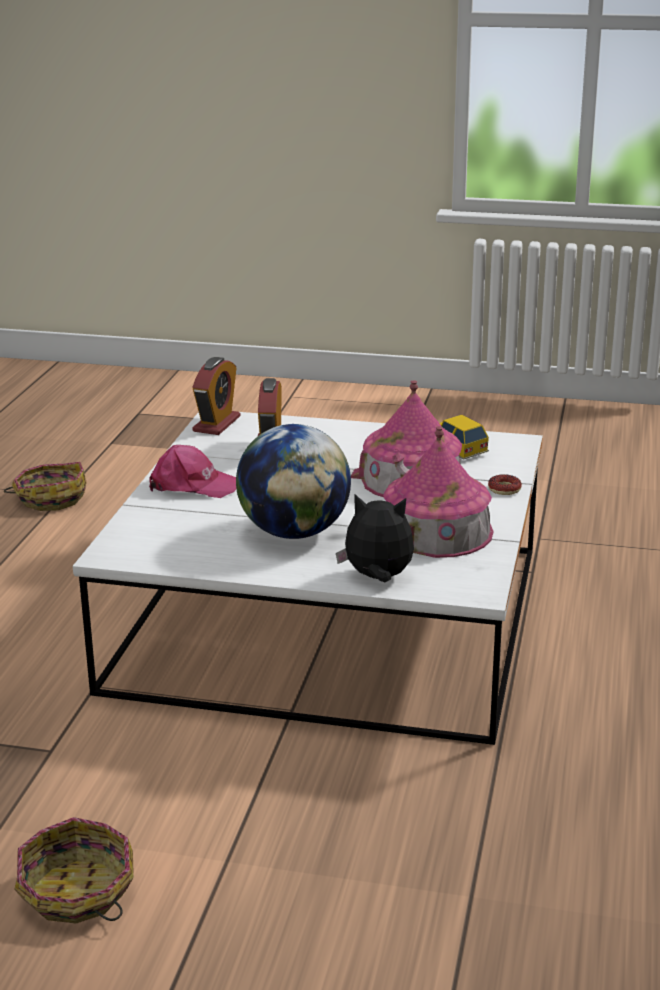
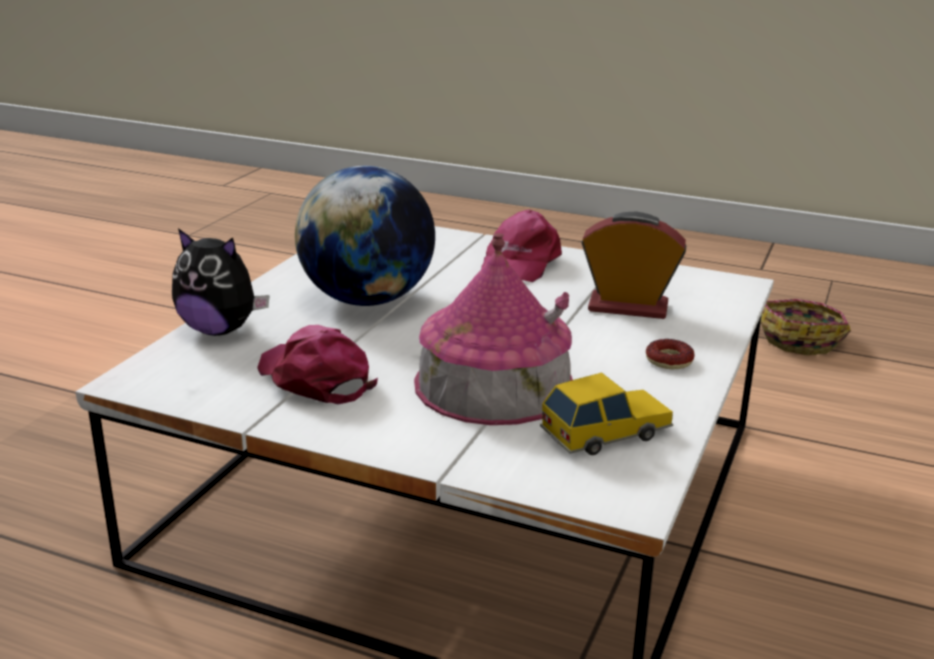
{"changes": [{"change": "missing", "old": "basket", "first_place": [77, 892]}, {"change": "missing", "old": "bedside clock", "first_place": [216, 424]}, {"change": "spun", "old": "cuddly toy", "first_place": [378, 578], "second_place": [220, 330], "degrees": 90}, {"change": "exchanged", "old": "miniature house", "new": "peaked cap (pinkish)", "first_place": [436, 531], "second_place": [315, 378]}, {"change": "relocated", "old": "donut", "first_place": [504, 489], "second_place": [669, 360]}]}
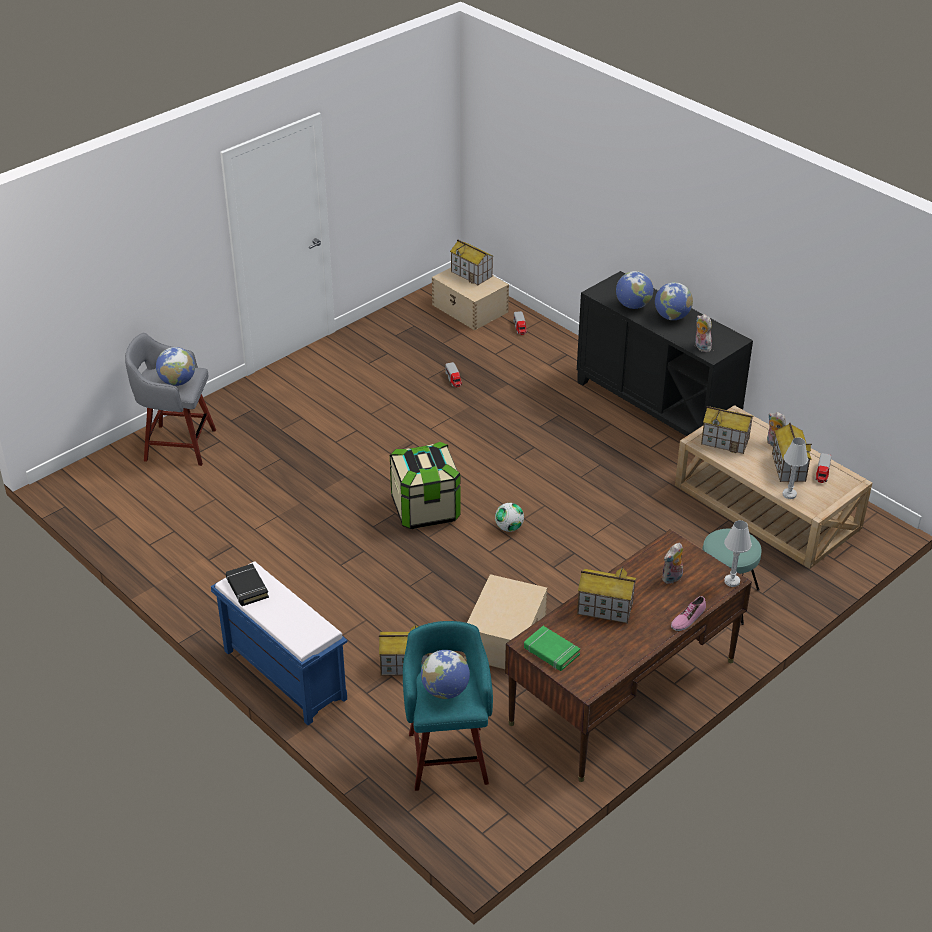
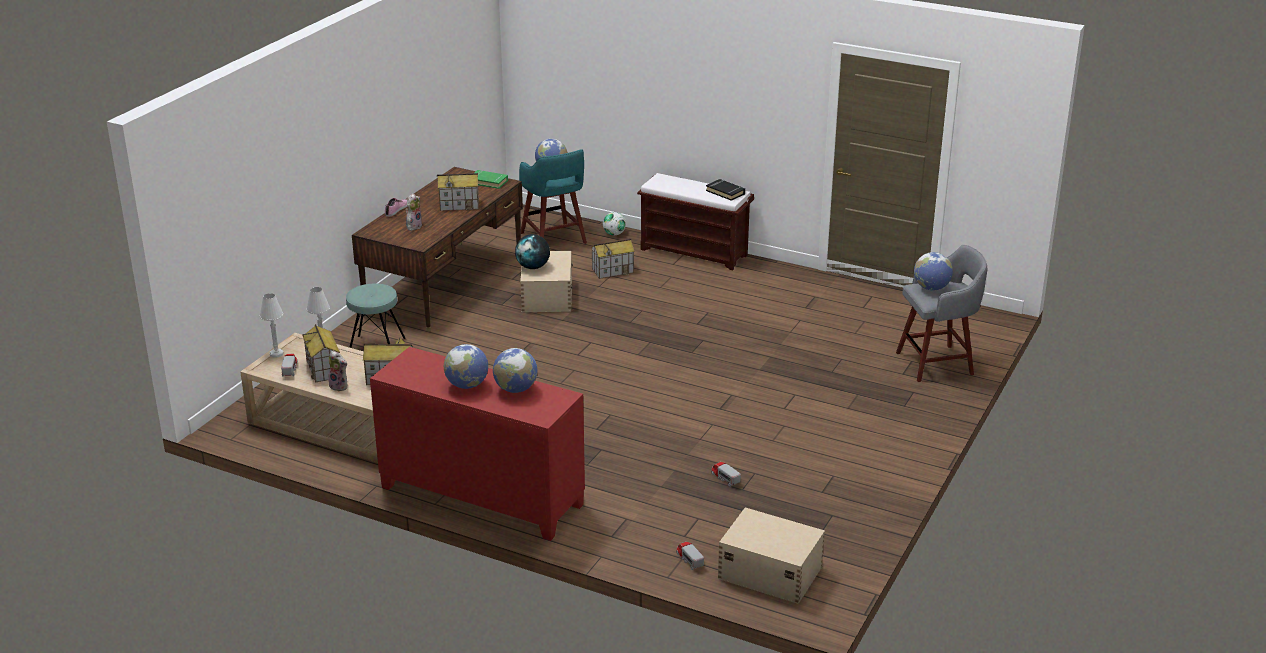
{"changes": [{"change": "colour", "old": "bench (blue)", "new": "bench (brown)", "first_place": [283, 674], "second_place": [695, 252]}, {"change": "missing", "old": "storage box", "first_place": [425, 509]}, {"change": "missing", "old": "miniature house", "first_place": [472, 274]}, {"change": "relocated", "old": "football", "first_place": [509, 528], "second_place": [614, 234]}, {"change": "colour", "old": "cupboard (black)", "new": "cupboard (reddish)", "first_place": [656, 406], "second_place": [481, 496]}, {"change": "missing", "old": "cuddly toy", "first_place": [701, 347]}, {"change": "relocated", "old": "table lamp (white)", "first_place": [732, 581], "second_place": [276, 354]}, {"change": "appeared", "new": "world globe", "second_place": [533, 267]}]}
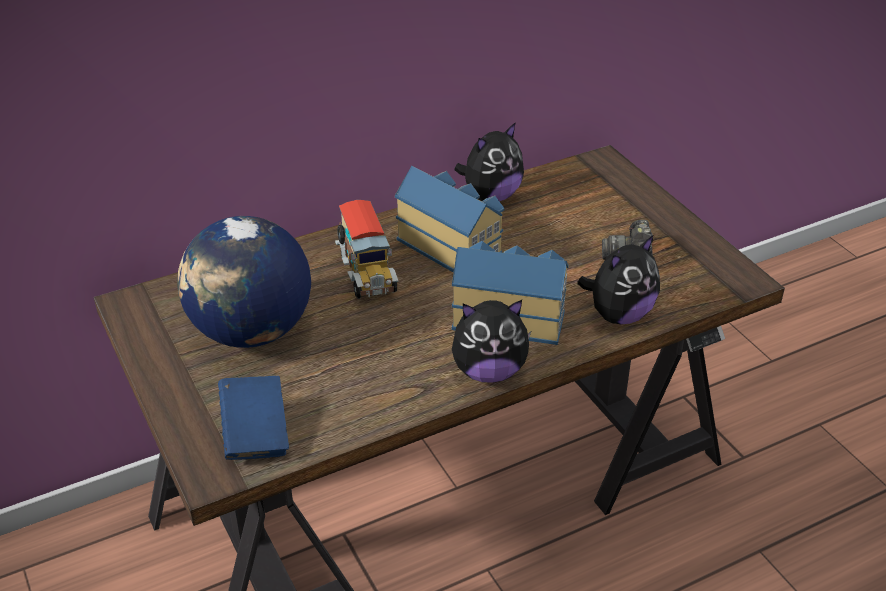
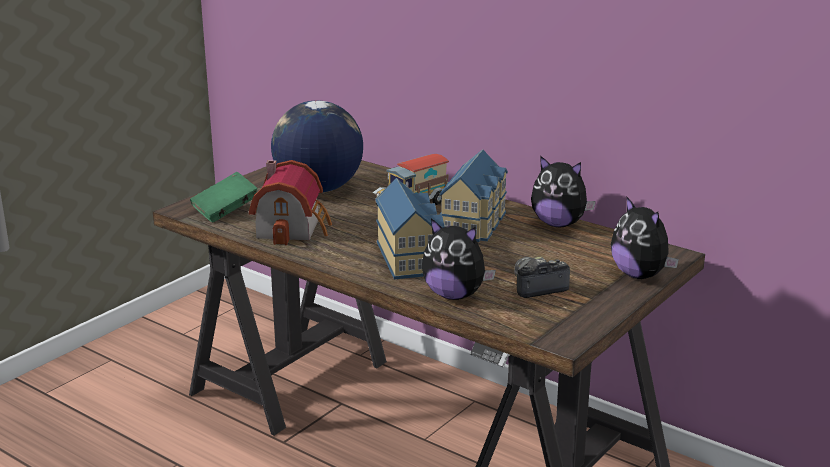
{"changes": [{"change": "colour", "old": "bound book (blue)", "new": "bound book (green-coloured)", "first_place": [255, 433], "second_place": [225, 211]}, {"change": "relocated", "old": "cuddly toy", "first_place": [489, 371], "second_place": [640, 275]}, {"change": "appeared", "new": "miniature house", "second_place": [293, 227]}]}
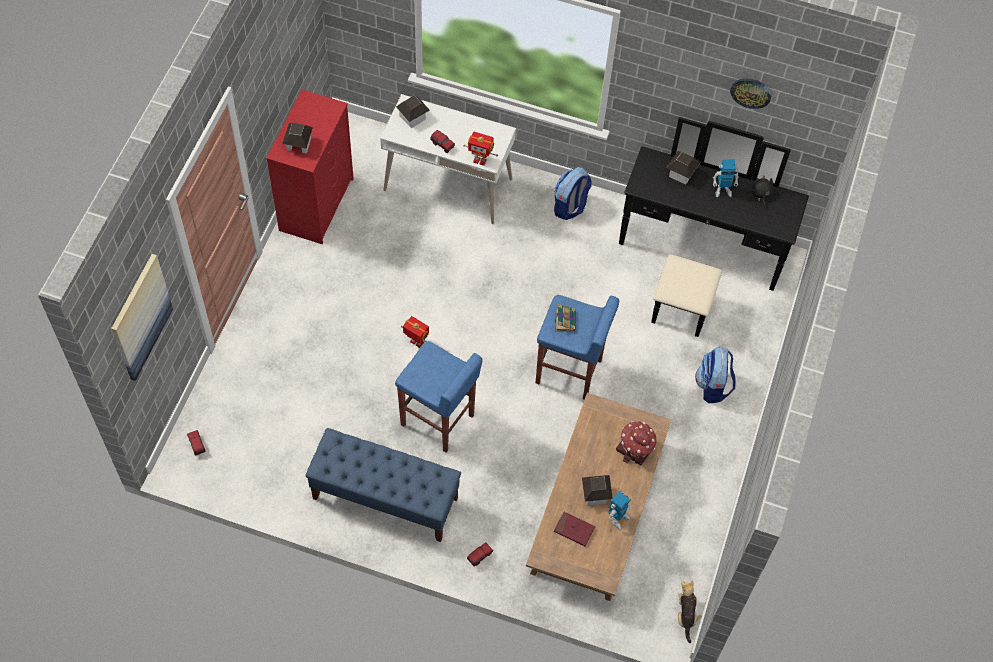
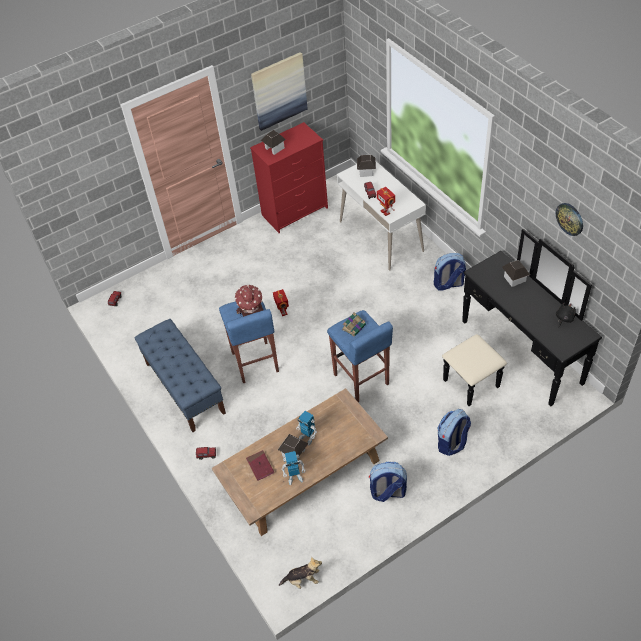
{"changes": [{"change": "relocated", "old": "picture", "first_place": [140, 317], "second_place": [279, 91]}, {"change": "relocated", "old": "miniature house", "first_place": [635, 448], "second_place": [251, 309]}, {"change": "spun", "old": "cuddly toy", "first_place": [686, 615], "second_place": [302, 579], "degrees": 45}, {"change": "relocated", "old": "robot figure", "first_place": [723, 190], "second_place": [307, 437]}, {"change": "appeared", "new": "backpack", "second_place": [387, 492]}]}
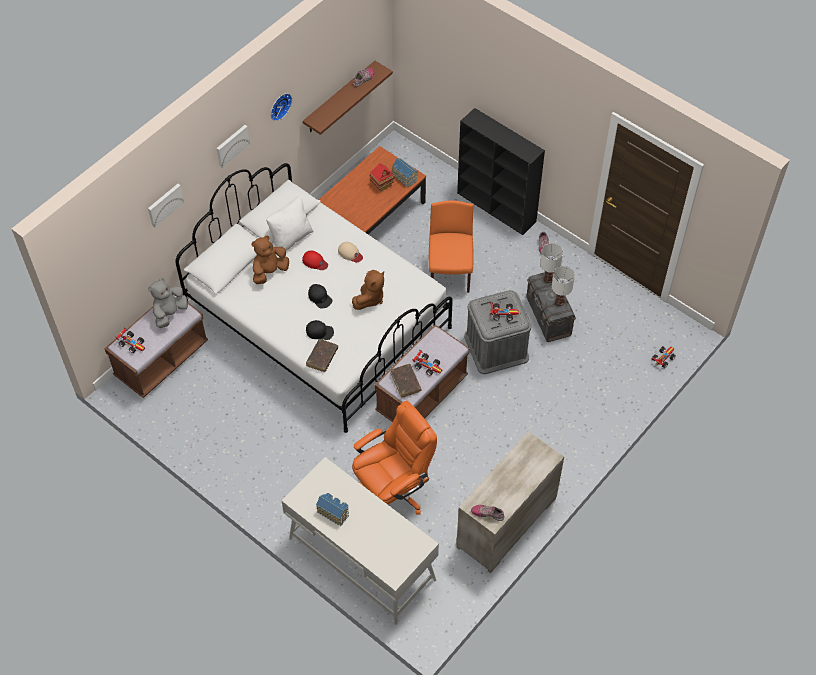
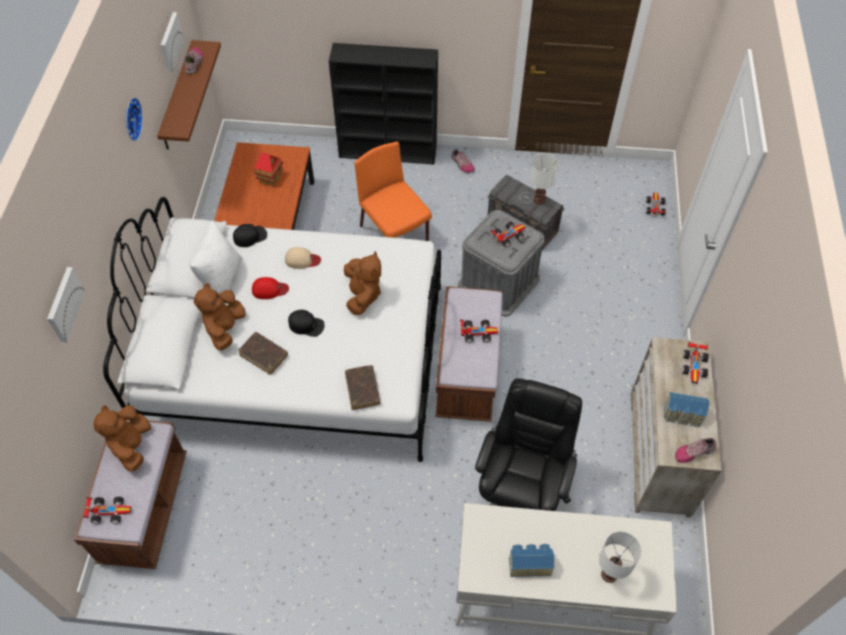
{"changes": [{"change": "colour", "old": "cuddly toy (greyish)", "new": "cuddly toy (brown)", "first_place": [169, 313], "second_place": [132, 445]}, {"change": "relocated", "old": "picture", "first_place": [232, 145], "second_place": [170, 41]}, {"change": "relocated", "old": "peaked cap (black)", "first_place": [320, 332], "second_place": [250, 236]}, {"change": "colour", "old": "computer chair (orange)", "new": "computer chair (black)", "first_place": [393, 489], "second_place": [521, 491]}, {"change": "relocated", "old": "bound book (brown)", "first_place": [405, 382], "second_place": [264, 355]}, {"change": "relocated", "old": "miniature house", "first_place": [404, 178], "second_place": [683, 415]}, {"change": "relocated", "old": "table lamp (white)", "first_place": [549, 279], "second_place": [610, 574]}, {"change": "appeared", "new": "toy car", "second_place": [695, 366]}]}
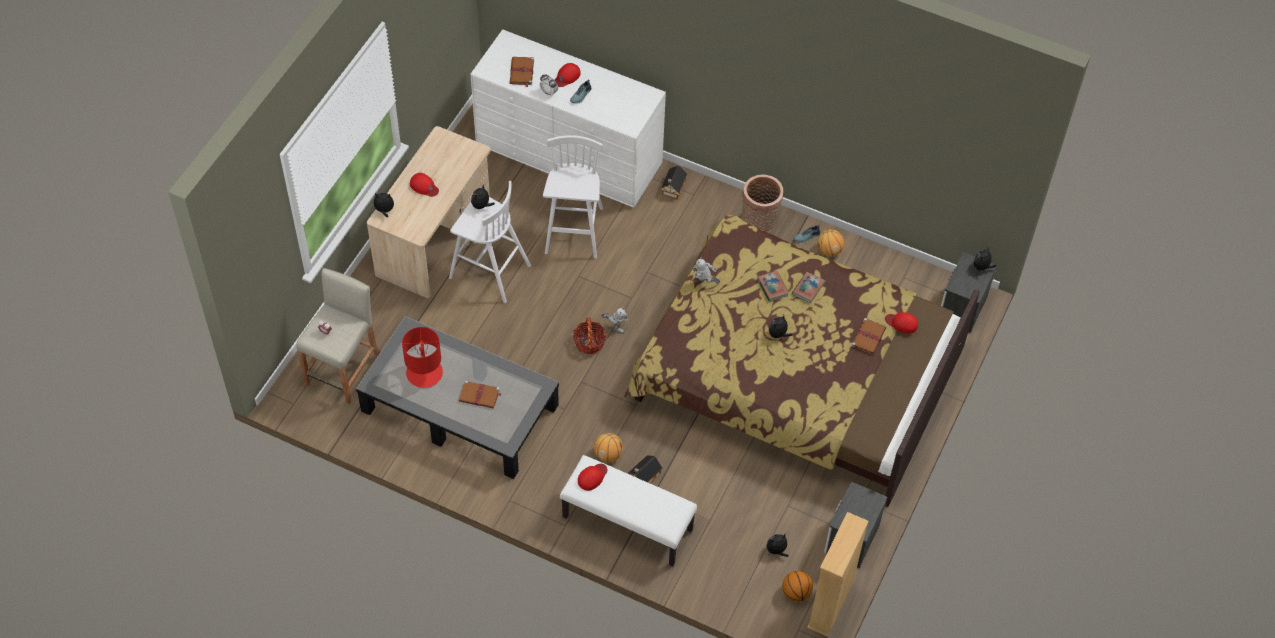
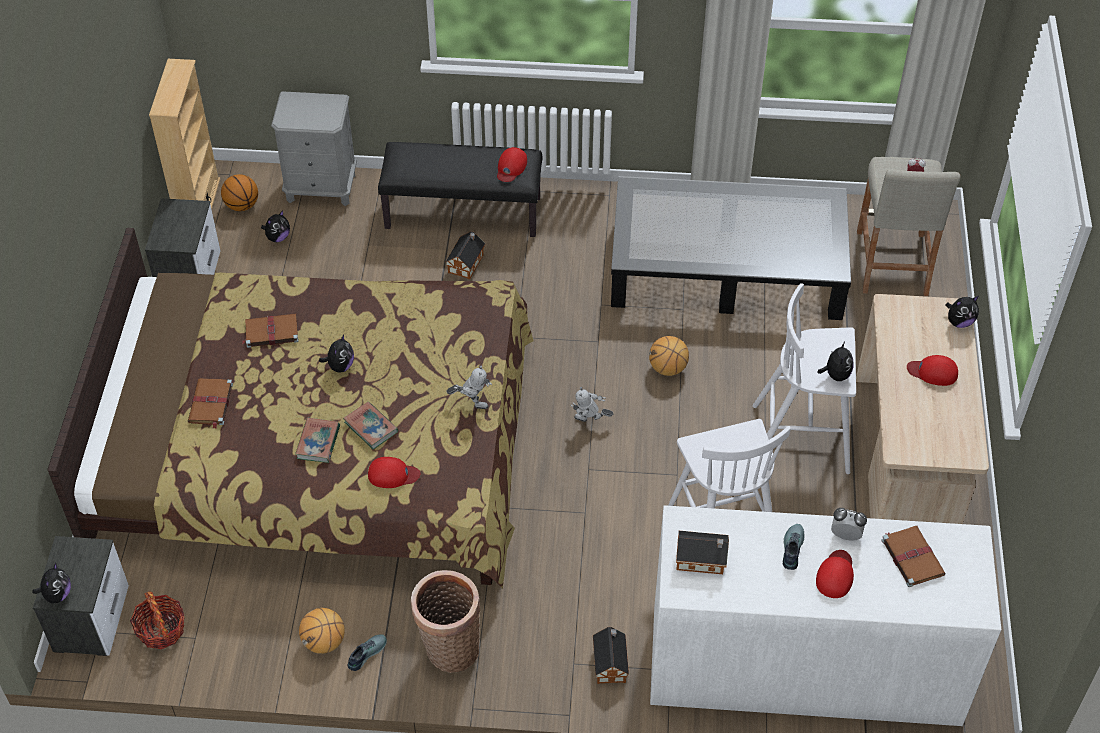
{"changes": [{"change": "missing", "old": "table lamp (reddish)", "first_place": [424, 372]}, {"change": "relocated", "old": "bound book (brown)", "first_place": [480, 395], "second_place": [270, 332]}, {"change": "colour", "old": "bench (white)", "new": "bench (black)", "first_place": [626, 524], "second_place": [463, 212]}, {"change": "relocated", "old": "basket", "first_place": [589, 342], "second_place": [161, 630]}, {"change": "relocated", "old": "basketball", "first_place": [608, 454], "second_place": [668, 368]}, {"change": "relocated", "old": "peaked cap (reddish)", "first_place": [901, 323], "second_place": [393, 475]}, {"change": "appeared", "new": "bedside table (greyish)", "second_place": [321, 187]}, {"change": "appeared", "new": "miniature house", "second_place": [702, 560]}]}
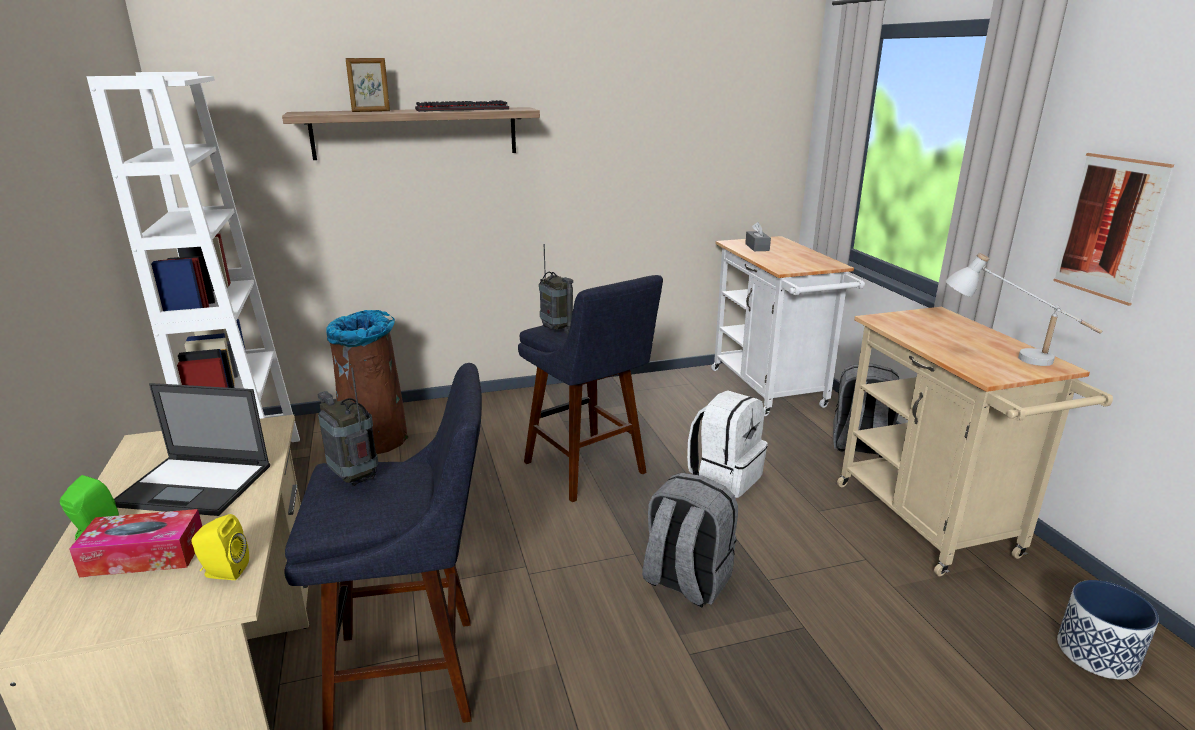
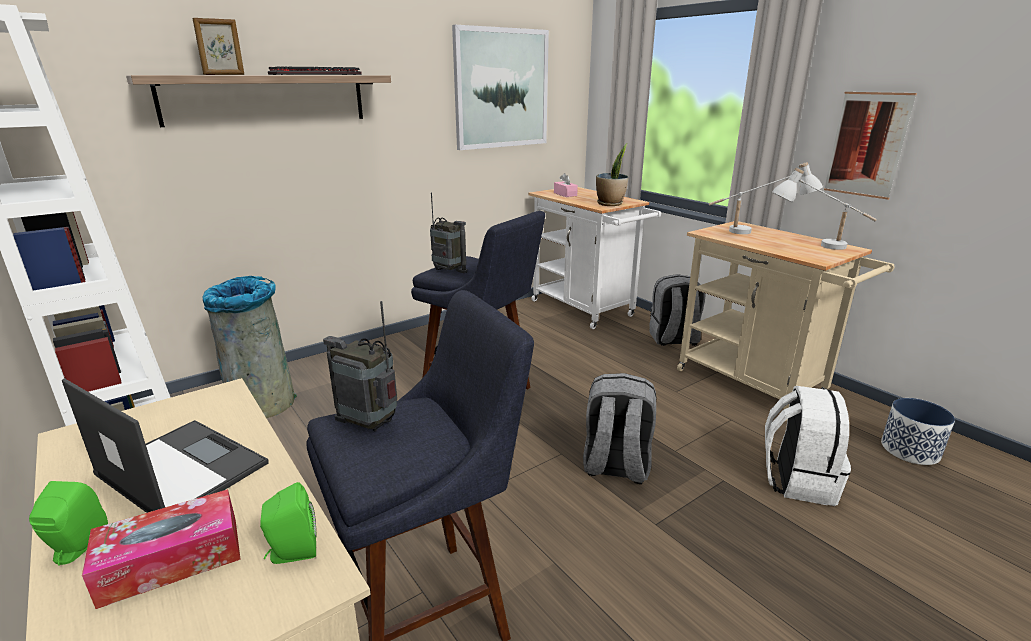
{"changes": [{"change": "spun", "old": "portable computer", "first_place": [196, 485], "second_place": [180, 469], "degrees": -135}, {"change": "colour", "old": "speaker (yellow)", "new": "speaker (green-coloured)", "first_place": [223, 572], "second_place": [292, 552]}, {"change": "colour", "old": "waste bin (brown)", "new": "waste bin (greyish)", "first_place": [375, 438], "second_place": [261, 402]}, {"change": "relocated", "old": "backpack (white)", "first_place": [725, 477], "second_place": [797, 480]}, {"change": "colour", "old": "box of tissues (greyish)", "new": "box of tissues (pinkish)", "first_place": [757, 247], "second_place": [565, 194]}, {"change": "appeared", "new": "picture", "second_place": [501, 89]}, {"change": "appeared", "new": "potted plant", "second_place": [610, 204]}, {"change": "appeared", "new": "table lamp (white)", "second_place": [756, 233]}]}
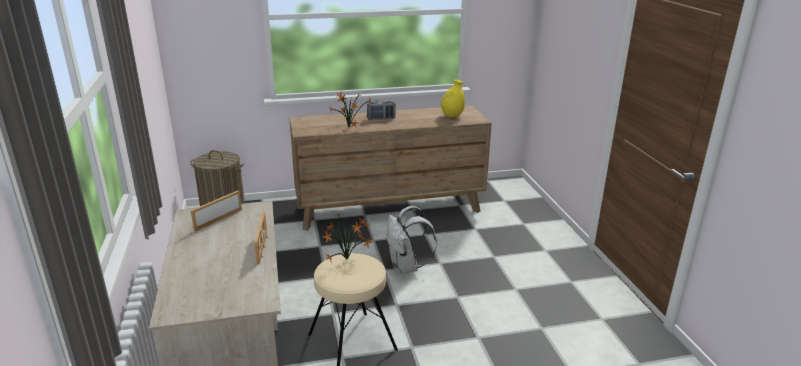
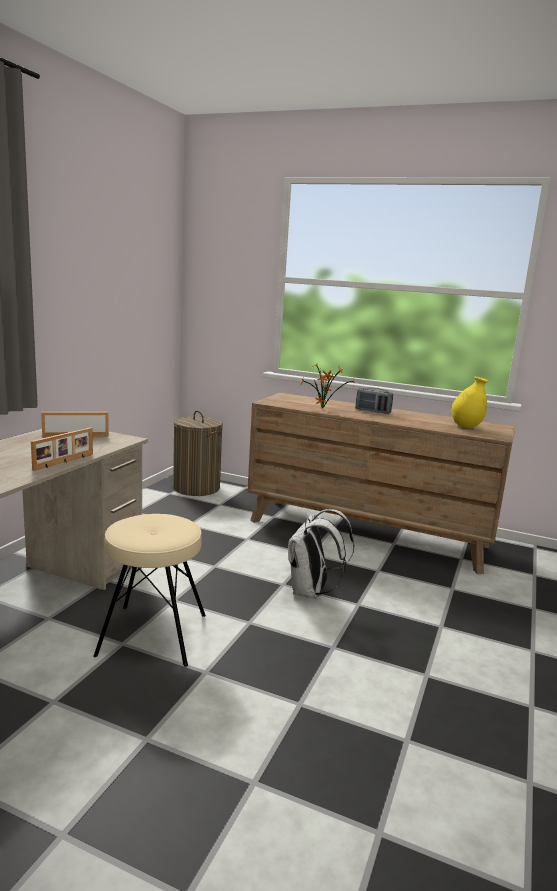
{"changes": [{"change": "missing", "old": "potted plant", "first_place": [348, 259]}]}
